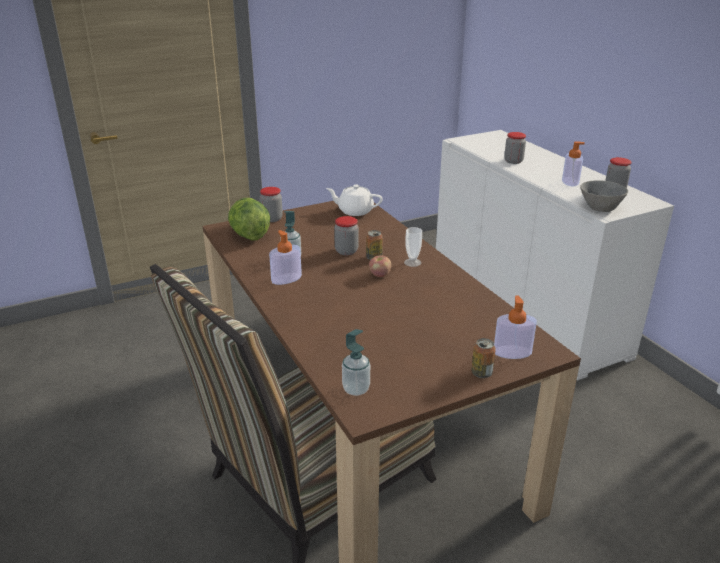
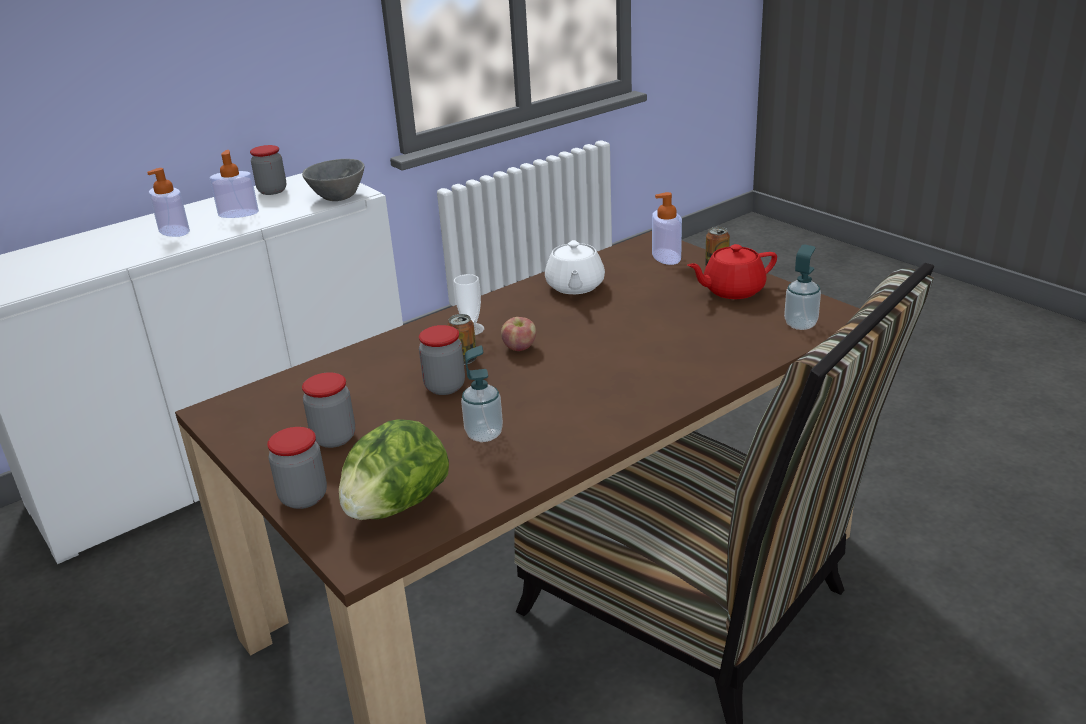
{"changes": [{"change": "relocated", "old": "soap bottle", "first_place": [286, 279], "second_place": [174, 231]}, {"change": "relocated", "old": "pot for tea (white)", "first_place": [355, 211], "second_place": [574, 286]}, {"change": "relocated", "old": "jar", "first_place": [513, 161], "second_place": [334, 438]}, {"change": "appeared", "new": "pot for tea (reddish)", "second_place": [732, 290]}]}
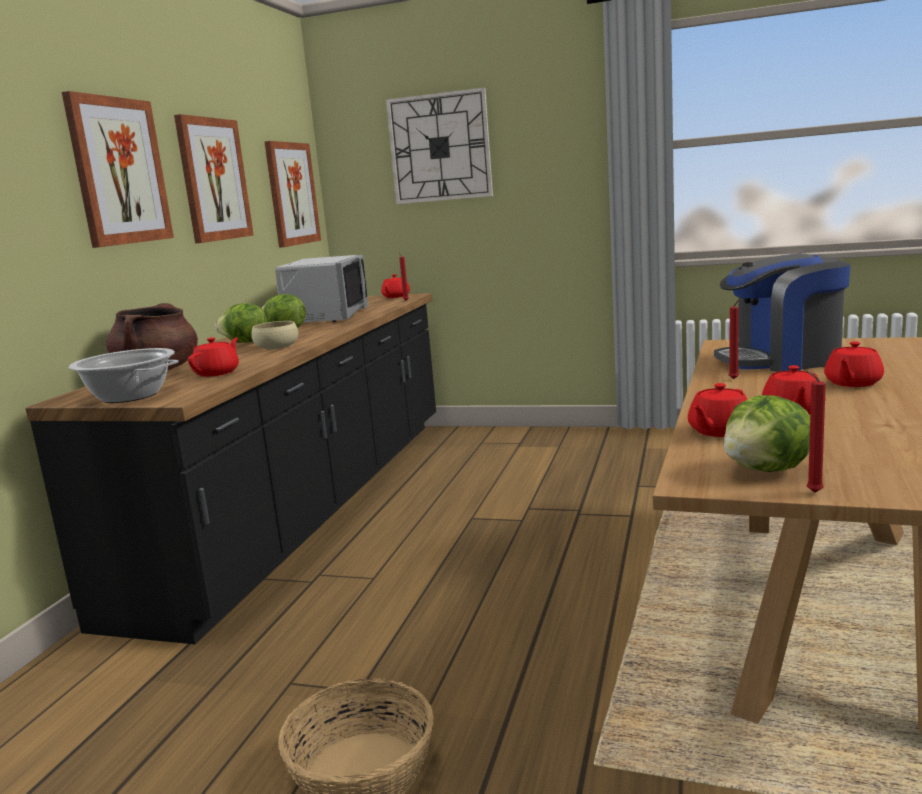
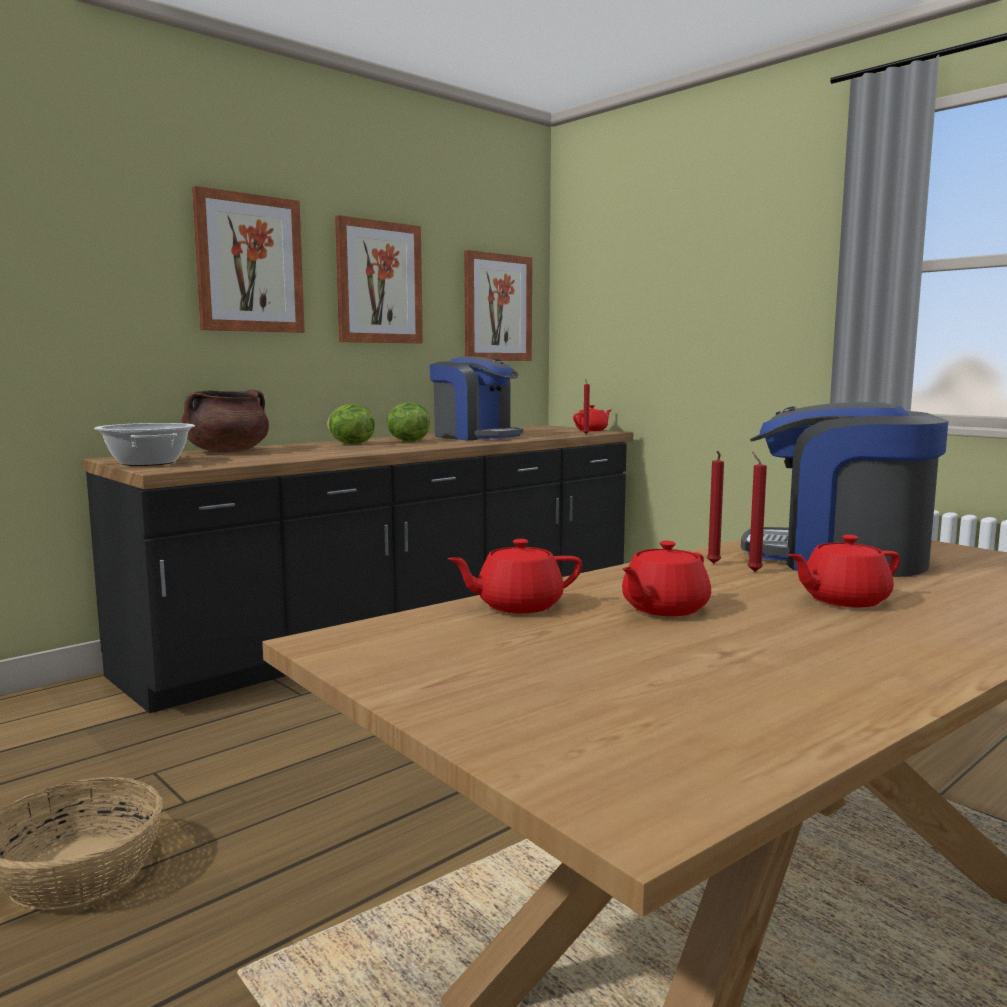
{"changes": [{"change": "missing", "old": "pot for tea (reddish)", "first_place": [217, 373]}, {"change": "missing", "old": "serving bowl (beige)", "first_place": [276, 347]}, {"change": "exchanged", "old": "microwave oven (greyish)", "new": "coffee machine", "first_place": [326, 317], "second_place": [475, 436]}, {"change": "missing", "old": "clock on the wall", "first_place": [440, 147]}, {"change": "missing", "old": "lettuce head", "first_place": [768, 470]}, {"change": "relocated", "old": "candle (reddish)", "first_place": [812, 492], "second_place": [753, 571]}]}
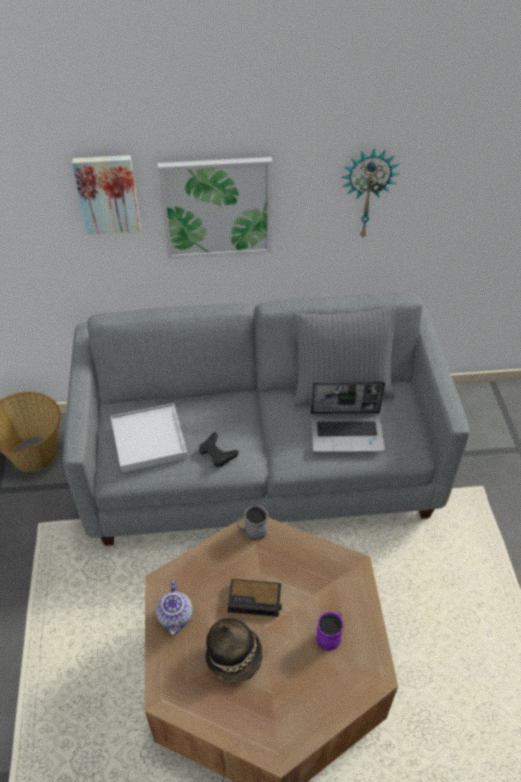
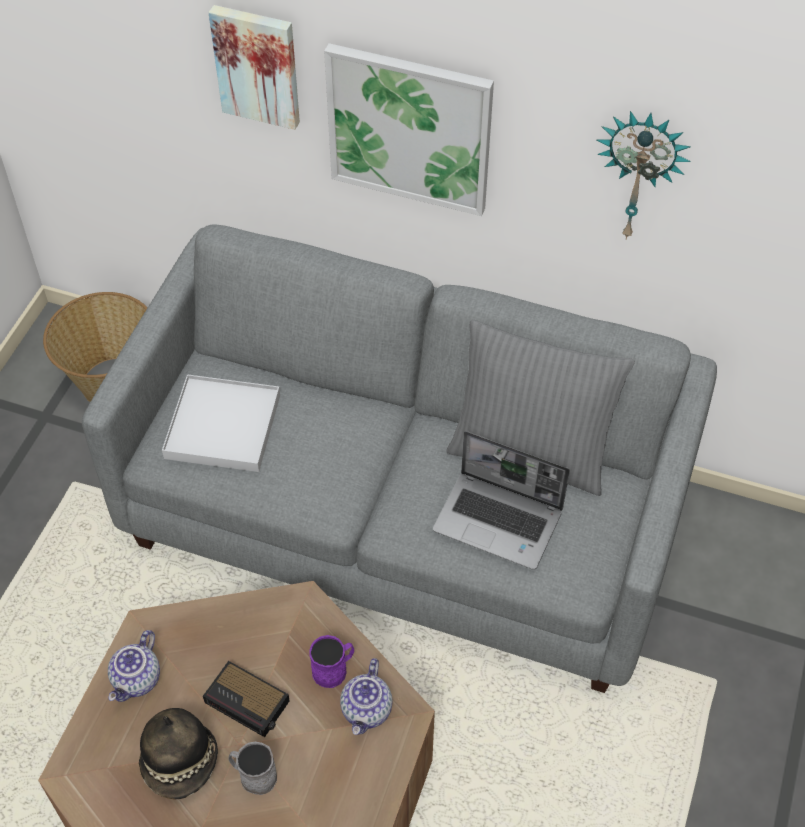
{"changes": [{"change": "missing", "old": "game controller (black)", "first_place": [217, 453]}, {"change": "relocated", "old": "coffee mug (greyish)", "first_place": [252, 531], "second_place": [253, 775]}, {"change": "relocated", "old": "coffee mug (purple)", "first_place": [330, 635], "second_place": [334, 669]}, {"change": "appeared", "new": "pot for tea", "second_place": [367, 710]}]}
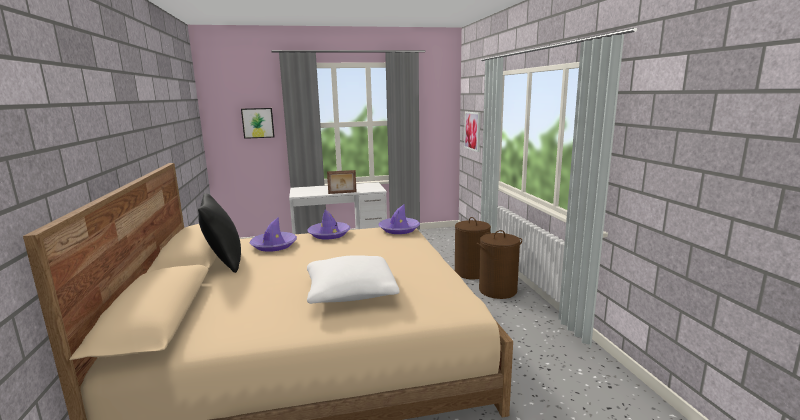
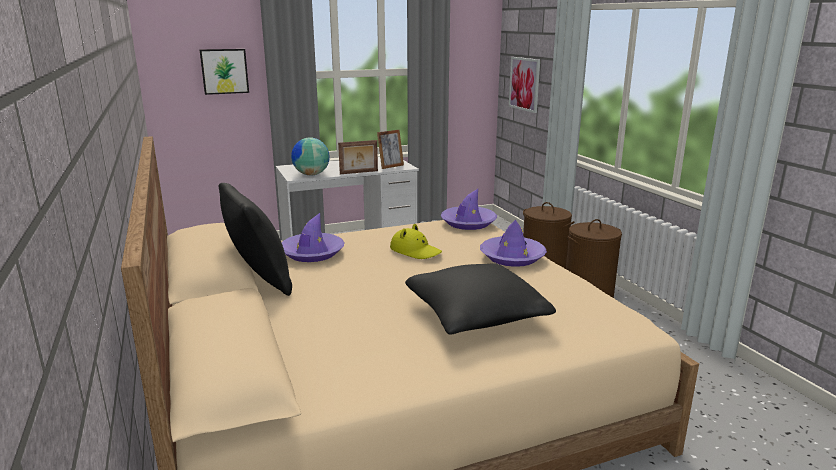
{"changes": [{"change": "relocated", "old": "wearable hat (purple)", "first_place": [329, 234], "second_place": [512, 257]}, {"change": "colour", "old": "cushion (white)", "new": "cushion (black)", "first_place": [350, 292], "second_place": [475, 315]}, {"change": "appeared", "new": "world globe", "second_place": [311, 174]}, {"change": "appeared", "new": "photo frame", "second_place": [390, 166]}, {"change": "appeared", "new": "wearable hat (yellow)", "second_place": [415, 251]}]}
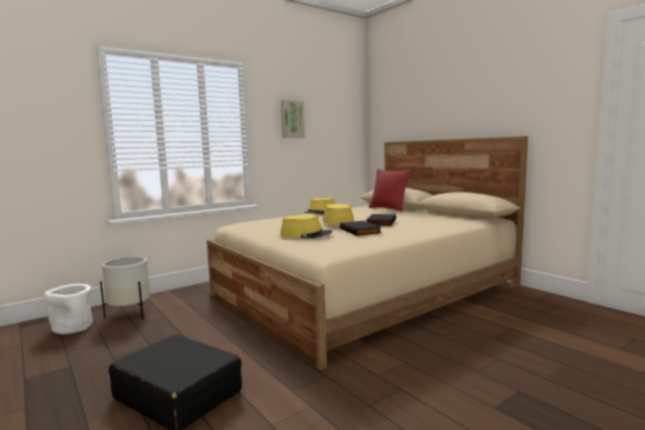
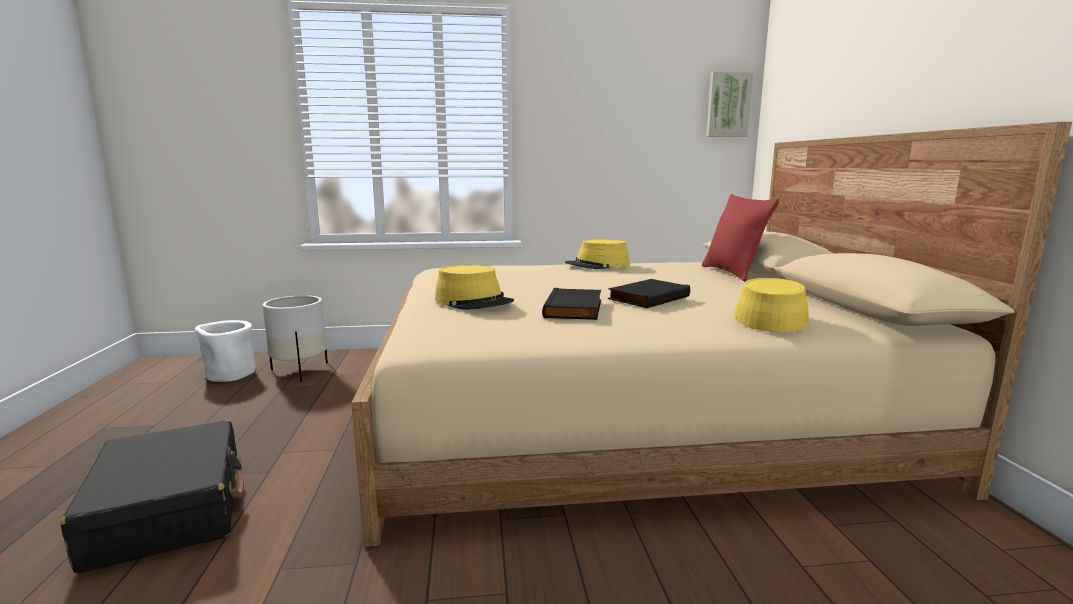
{"changes": [{"change": "relocated", "old": "picture", "first_place": [292, 119], "second_place": [727, 105]}, {"change": "relocated", "old": "wearable hat (yellow)", "first_place": [337, 220], "second_place": [769, 317]}]}
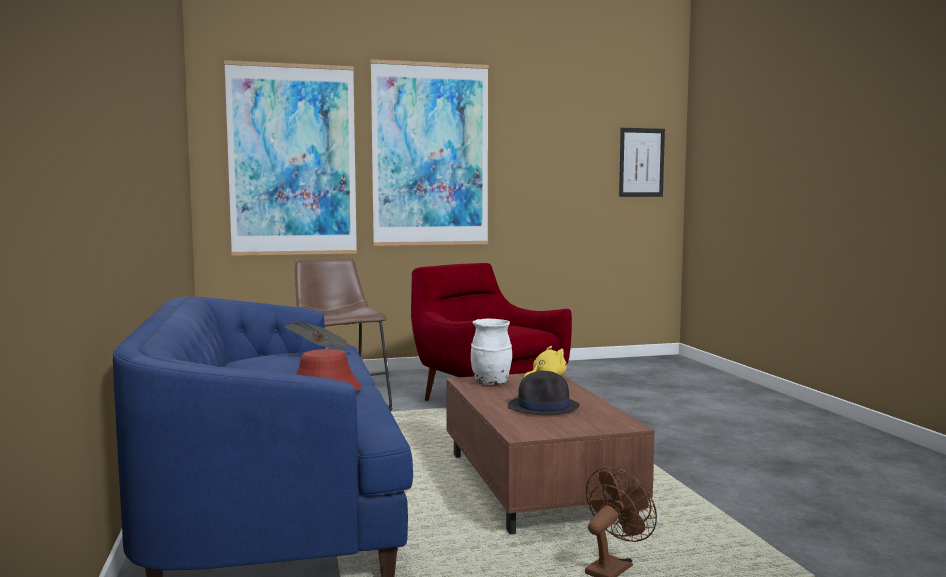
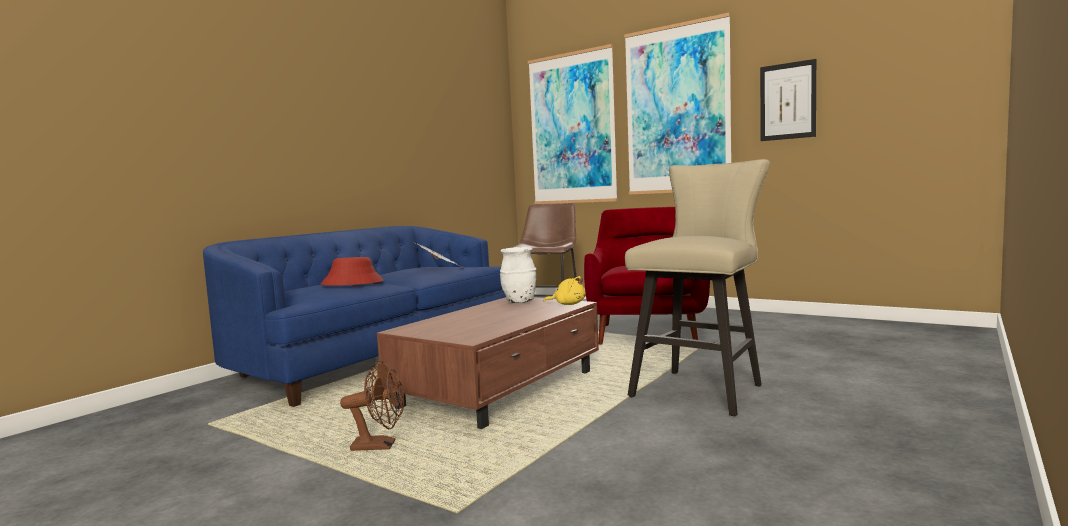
{"changes": [{"change": "missing", "old": "wearable hat (black)", "first_place": [544, 407]}, {"change": "relocated", "old": "picture", "first_place": [641, 162], "second_place": [787, 101]}, {"change": "appeared", "new": "sitting stool (beige)", "second_place": [702, 389]}]}
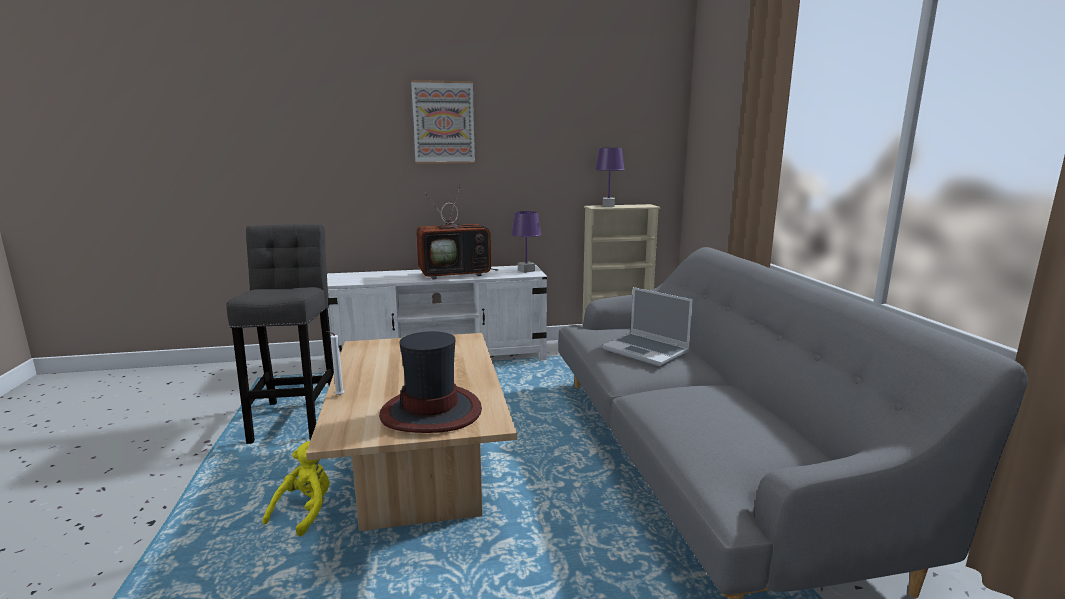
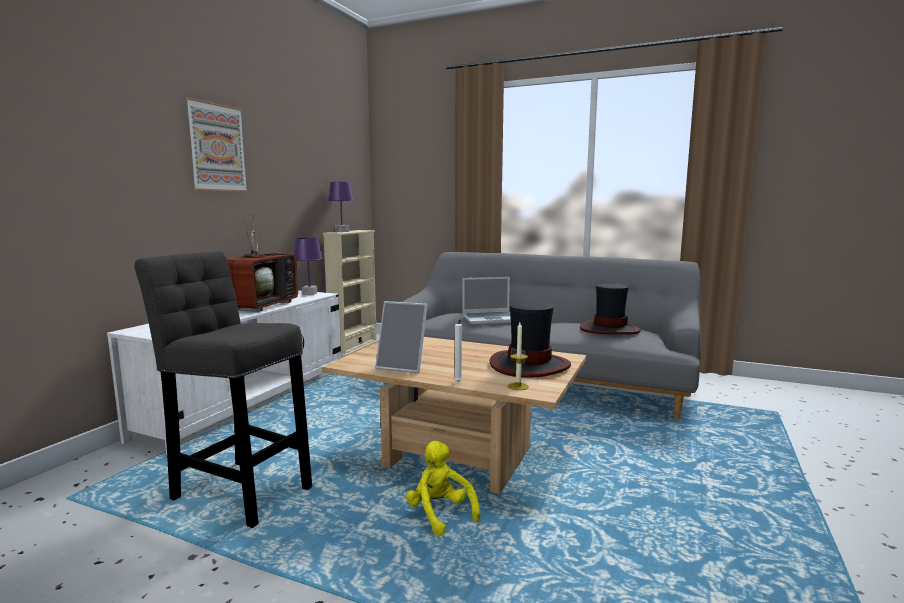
{"changes": [{"change": "appeared", "new": "photo frame", "second_place": [403, 366]}, {"change": "appeared", "new": "candle", "second_place": [518, 386]}, {"change": "appeared", "new": "wearable hat", "second_place": [609, 329]}]}
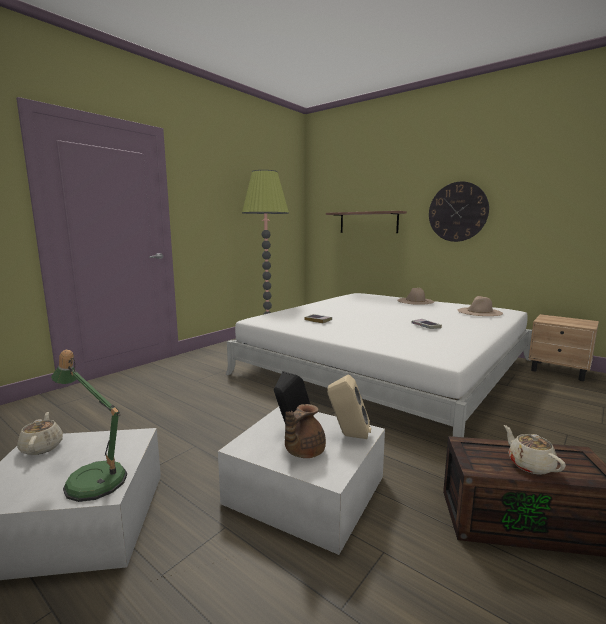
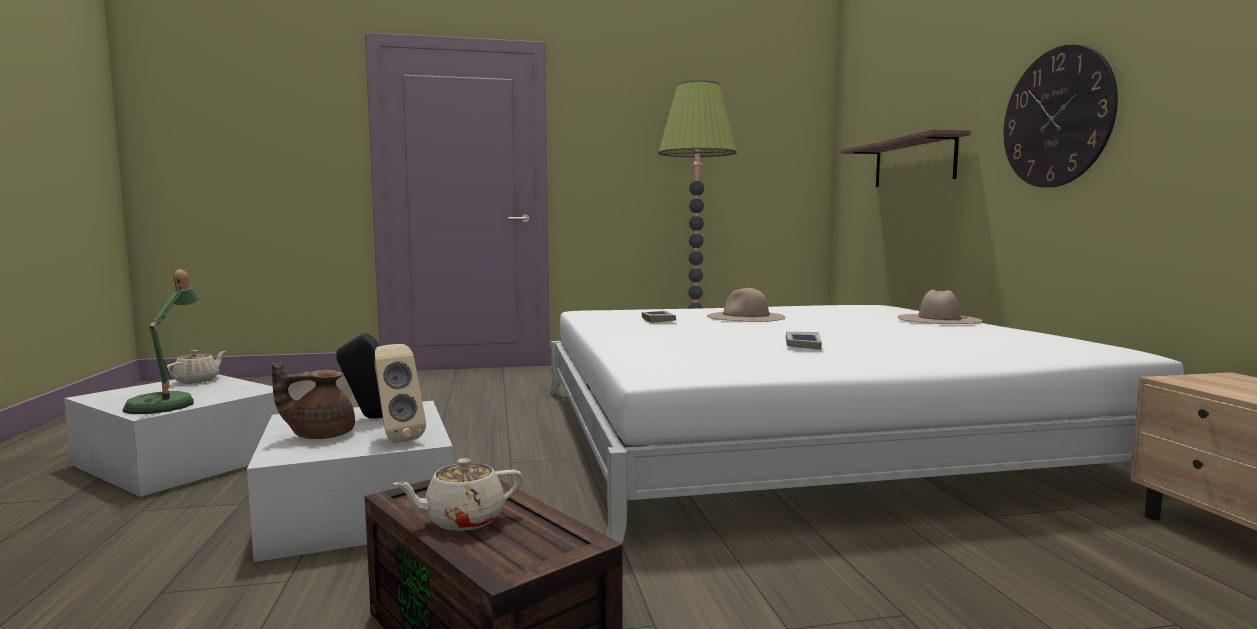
{"changes": [{"change": "relocated", "old": "wearable hat (beige)", "first_place": [479, 312], "second_place": [745, 316]}, {"change": "spun", "old": "pot for tea (beige)", "first_place": [530, 465], "second_place": [462, 520], "degrees": -135}]}
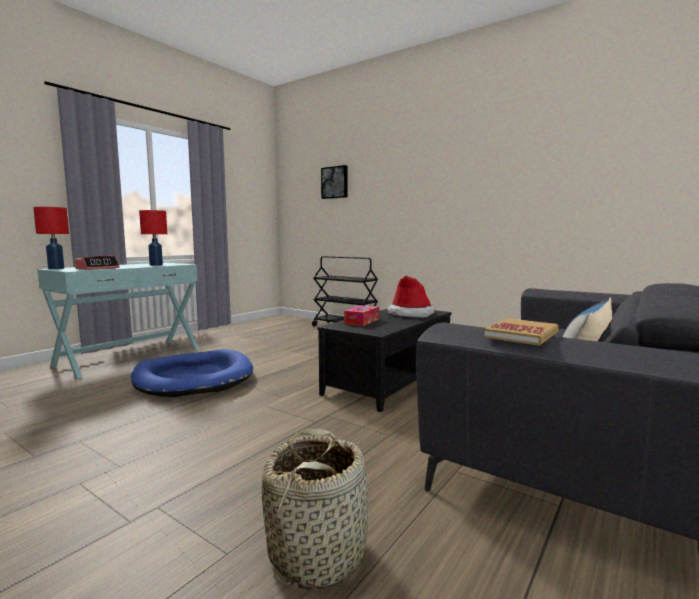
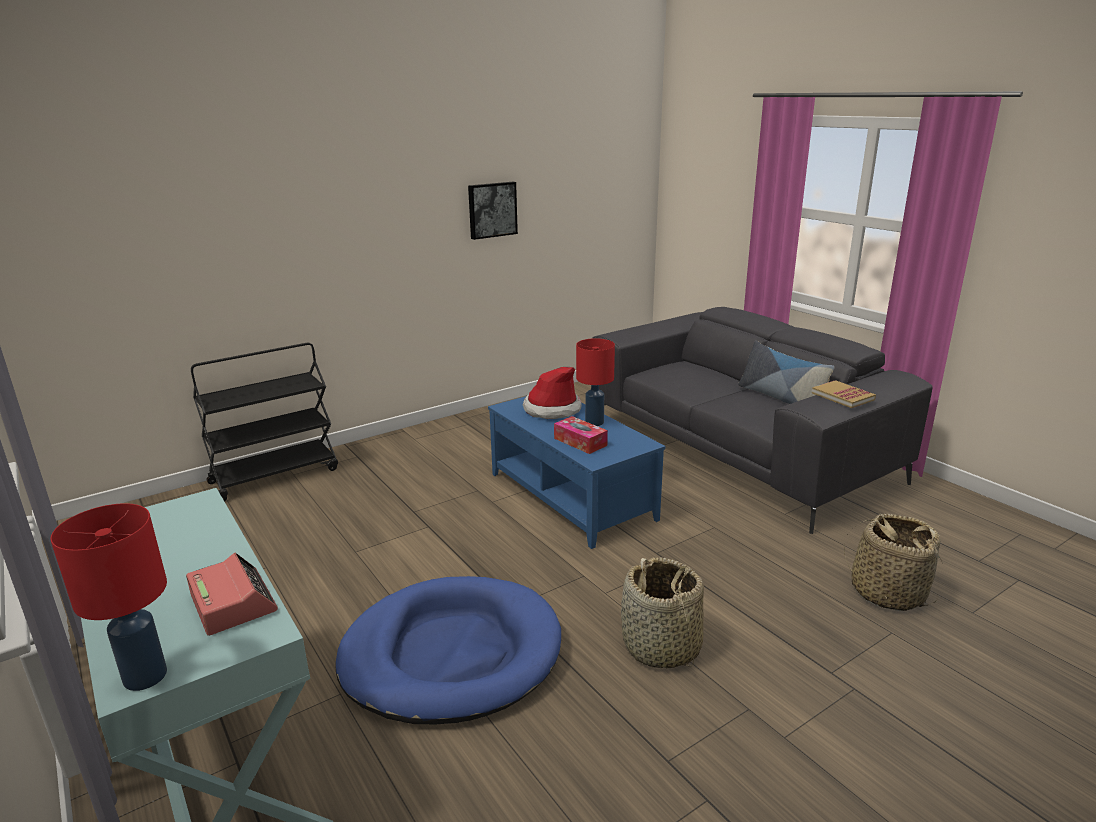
{"changes": [{"change": "relocated", "old": "table lamp (reddish)", "first_place": [156, 265], "second_place": [593, 422]}, {"change": "colour", "old": "coffee table (black)", "new": "coffee table (blue)", "first_place": [390, 381], "second_place": [572, 495]}, {"change": "relocated", "old": "picture", "first_place": [335, 182], "second_place": [491, 210]}, {"change": "appeared", "new": "basket", "second_place": [661, 647]}]}
